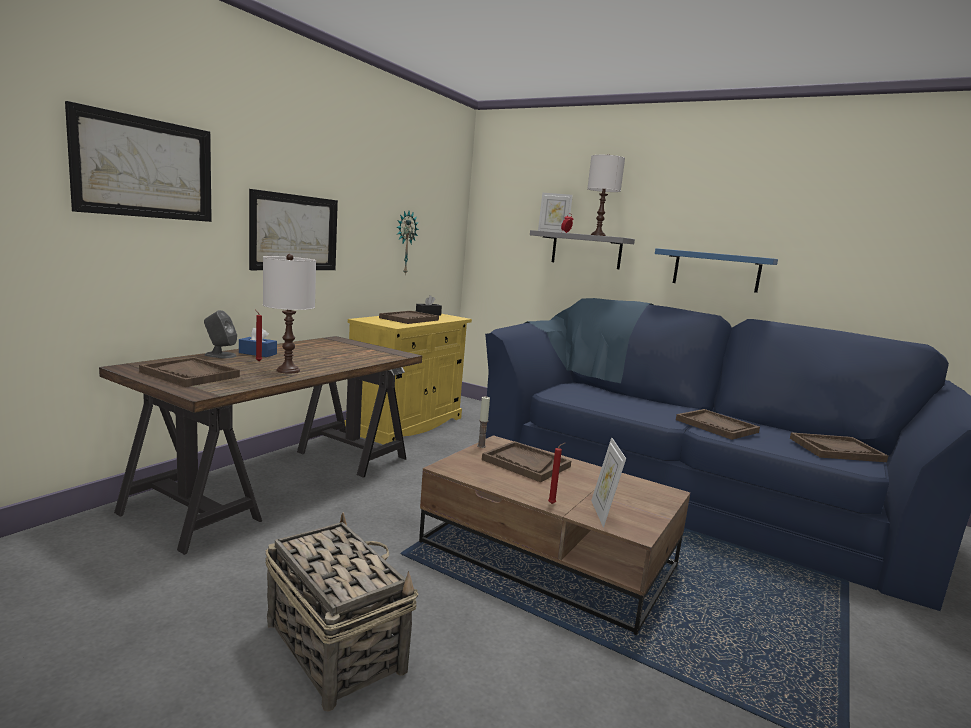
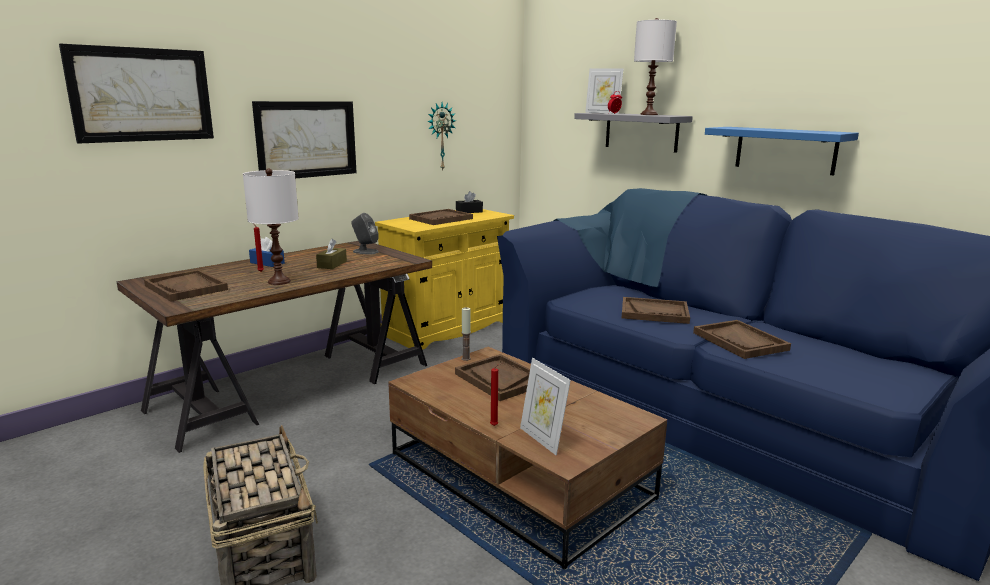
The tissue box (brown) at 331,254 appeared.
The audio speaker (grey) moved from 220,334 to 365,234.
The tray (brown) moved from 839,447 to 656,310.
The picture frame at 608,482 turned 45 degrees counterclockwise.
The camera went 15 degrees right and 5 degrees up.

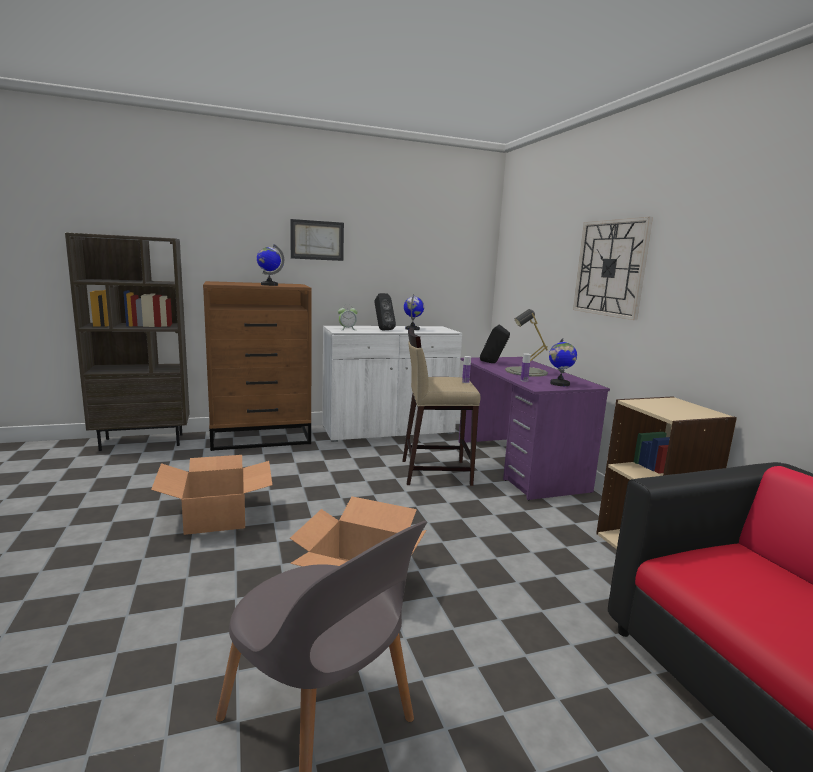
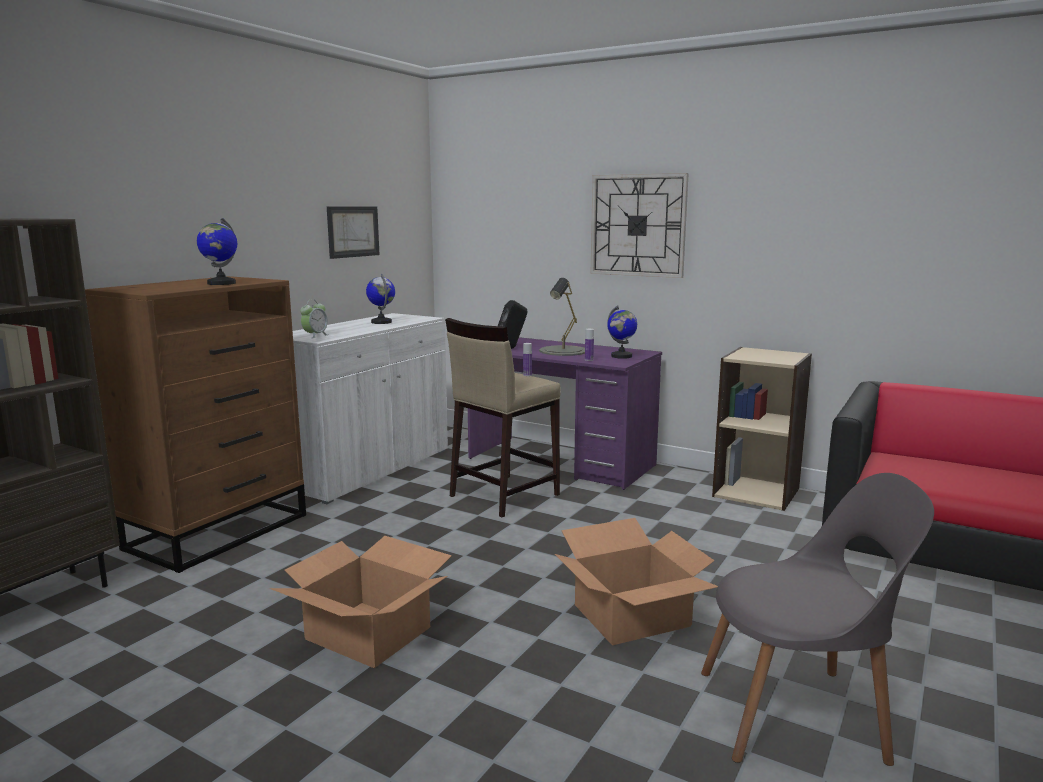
The audio speaker (black-coloured) at 385,312 disappeared.
The picture moved from 317,240 to 353,233.
The camera went 40 degrees left and 0 degrees up.

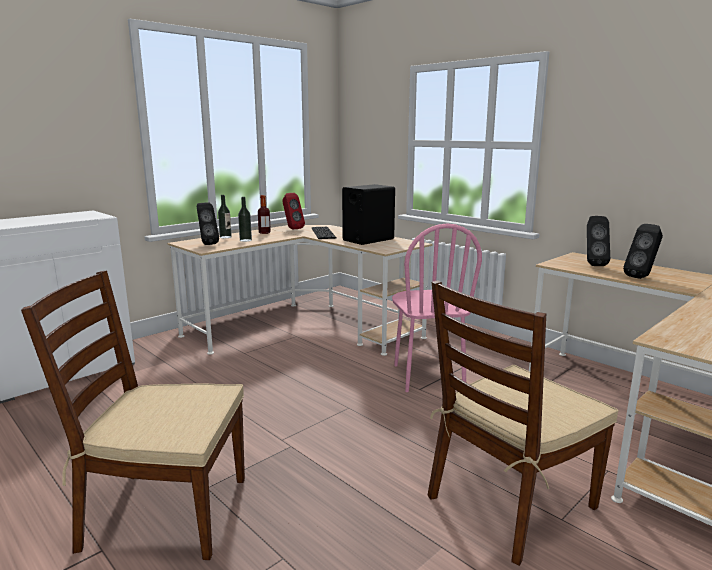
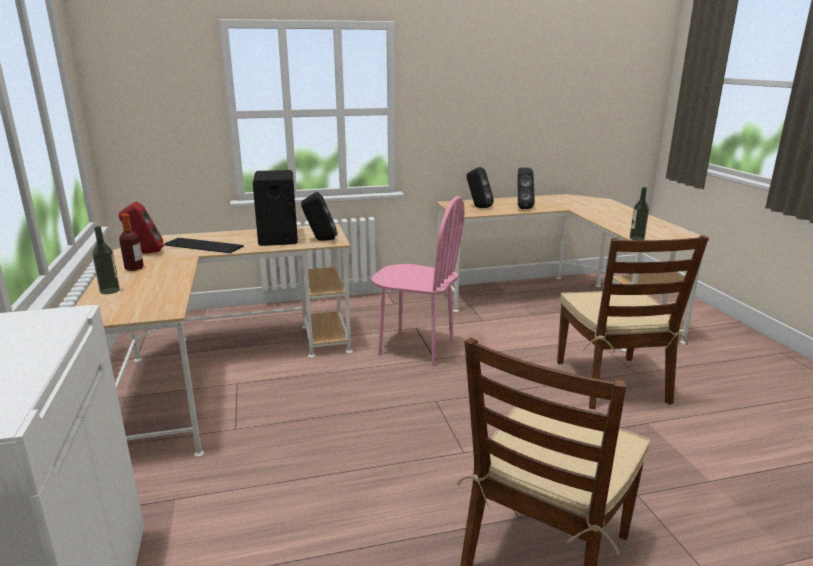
The audio speaker (black-coloured) moved from 208,224 to 319,216.
The beverage bottle moved from 245,219 to 639,213.
The camera went 60 degrees left and 5 degrees up.

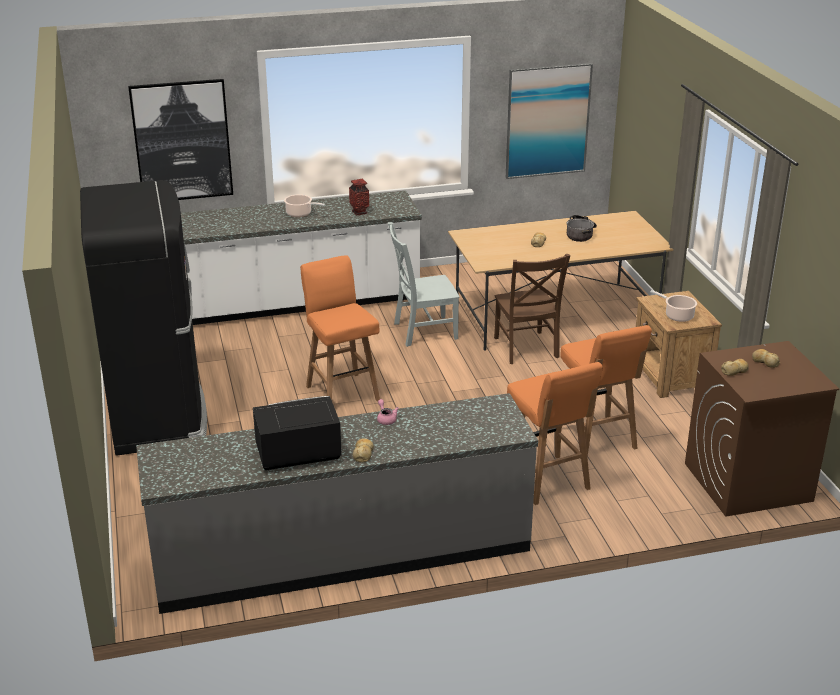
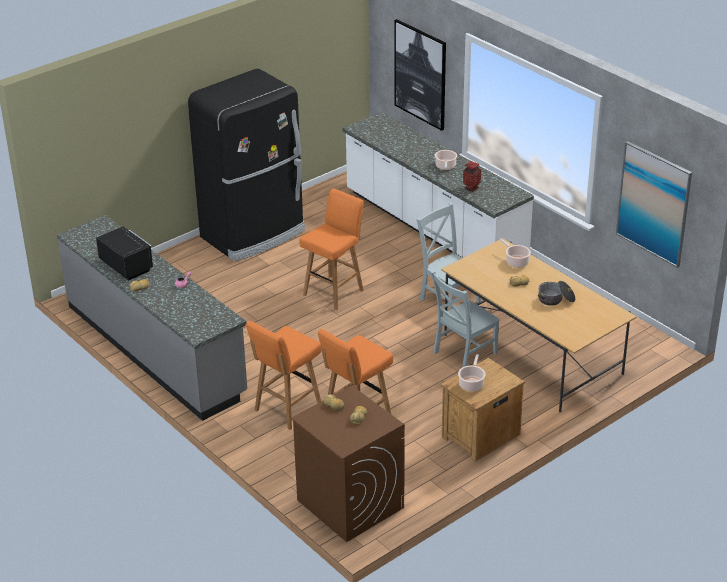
The saucepot at 515,253 appeared.
The plain chair (brown) at 532,309 became the plain chair (grey) at 465,319.
The camera went 65 degrees right and 5 degrees up.

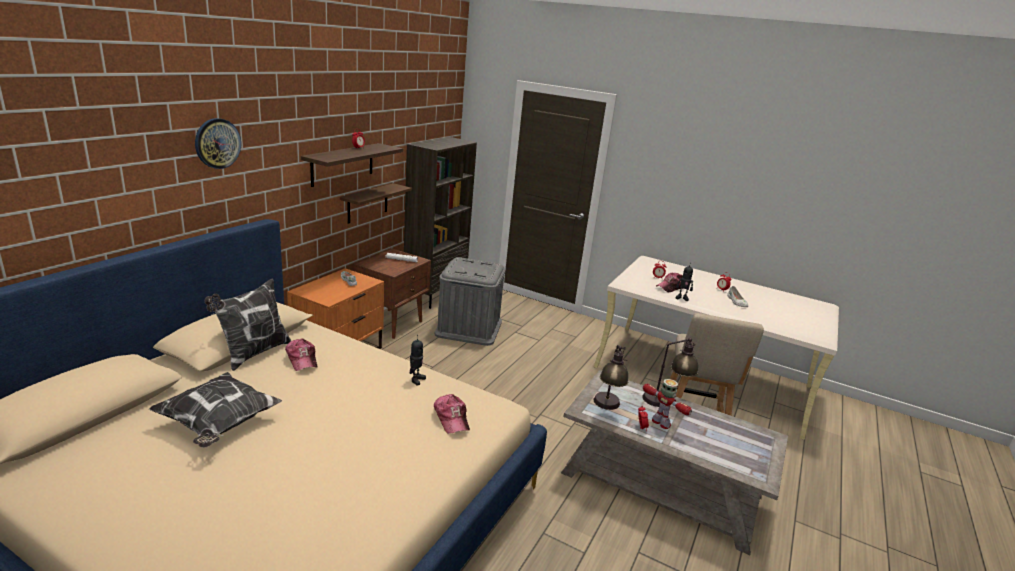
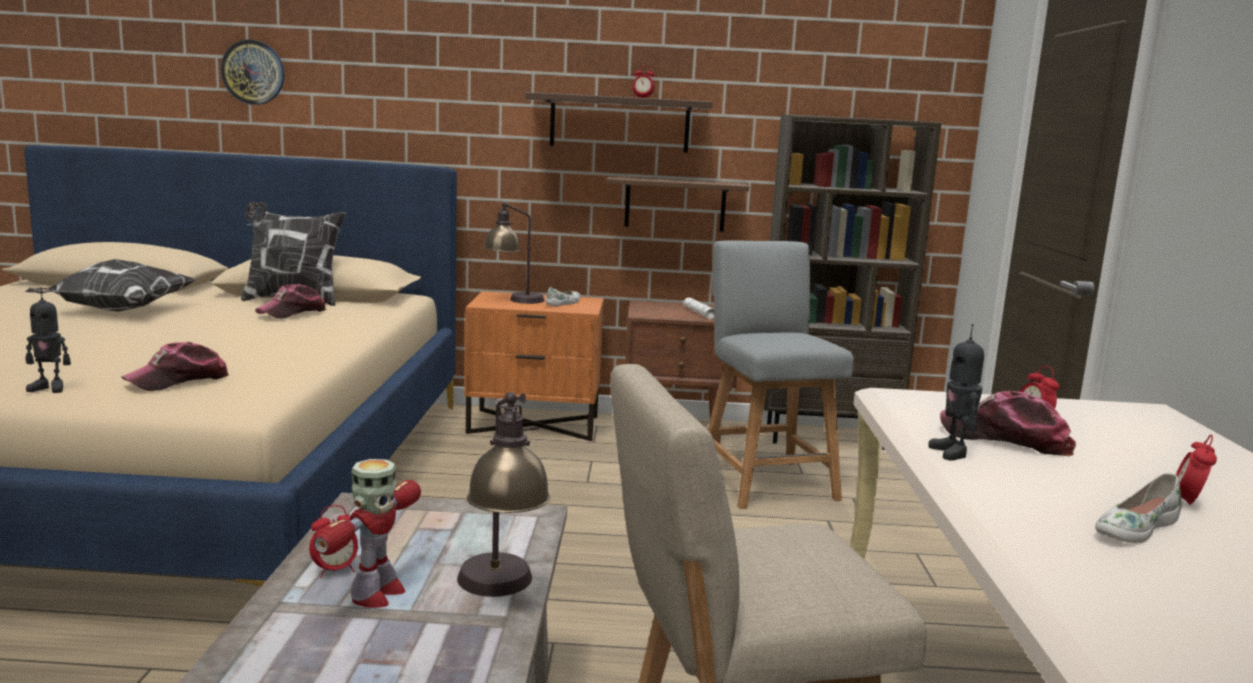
The clock on the wall moved from 218,143 to 252,72.
The robot figure moved from 418,361 to 48,340.
The lamp for a table moved from 611,377 to 514,253.
The storage container (grey) at 470,301 was replaced by the plain chair (grey) at 781,374.
The camera went 65 degrees right and 10 degrees down.

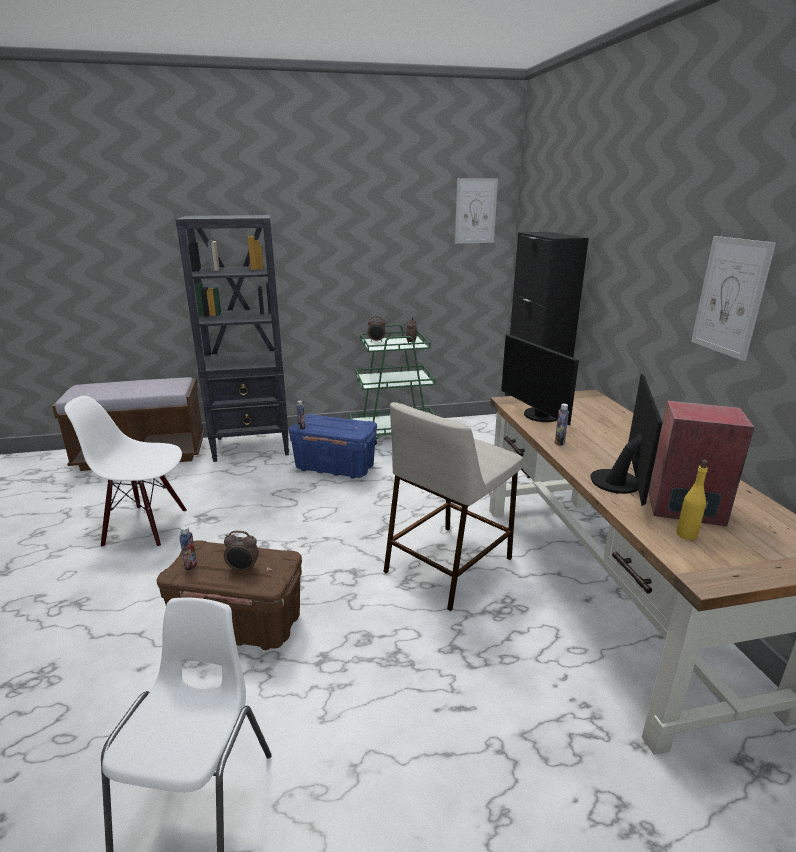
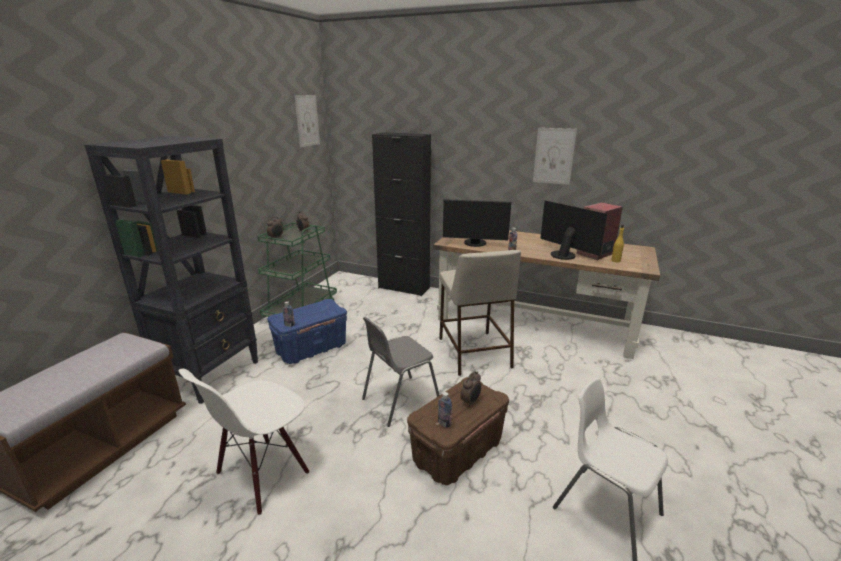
The plain chair (grey) at 400,372 appeared.
The camera went 55 degrees left and 0 degrees up.

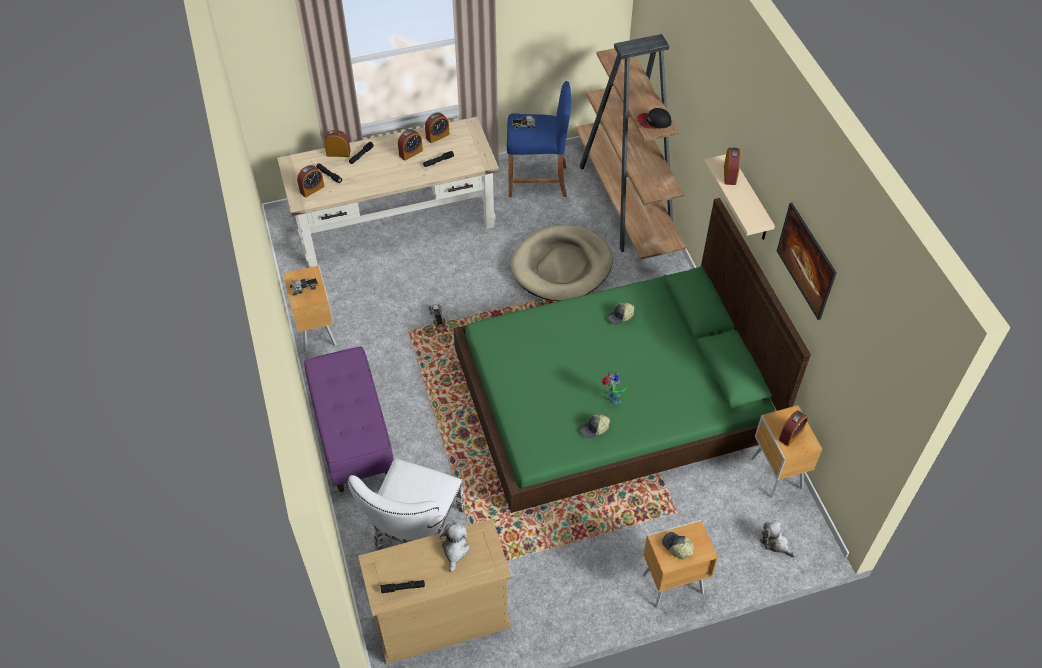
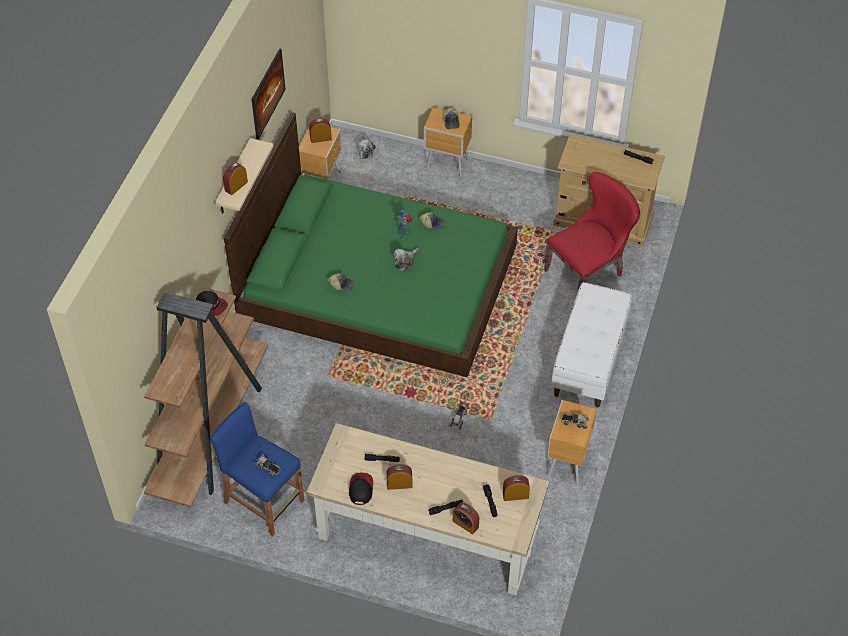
The dog bed (sand-coloured) at 562,263 disappeared.
The cuddly toy moved from 454,547 to 406,259.
The alarm clock at 437,127 was replaced by the peaked cap at 361,489.
The bench (purple) at 349,419 became the bench (white) at 591,344.
The plain chair (white) at 406,504 became the plain chair (red) at 592,231.
The camera went 145 degrees left and 0 degrees up.

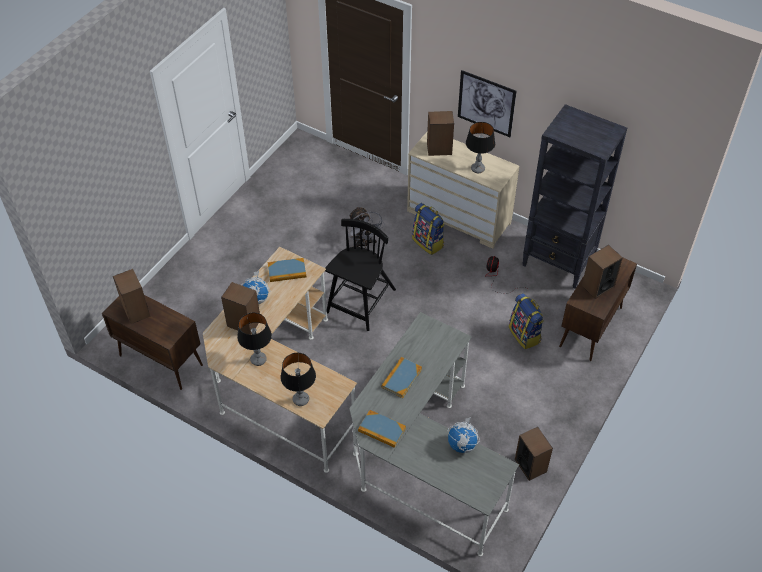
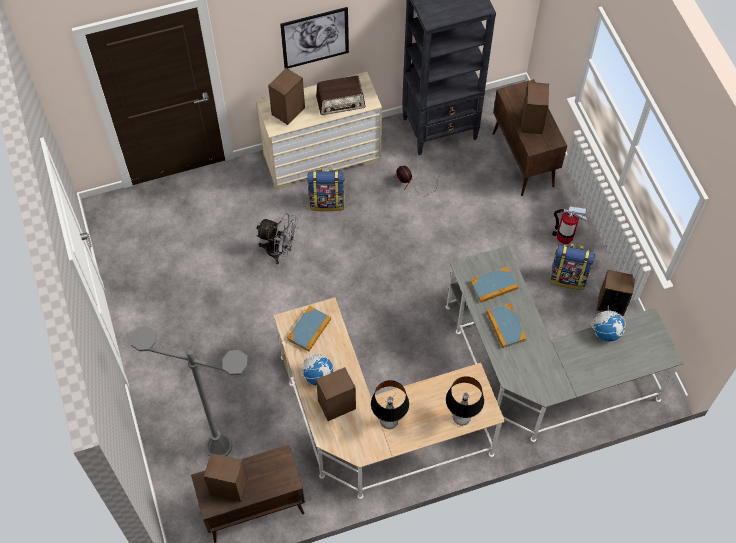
The plain chair (black-coloured) at 360,275 disappeared.
The standing lamp (grey) at 189,391 appeared.
The extinguisher at 569,225 appeared.
The volume moved from 382,429 to 494,285.
The rucksack moved from 526,321 to 572,267.
The lamp for a table at 480,147 was replaced by the radio set at 340,95.
The camera went 50 degrees left and 10 degrees up.

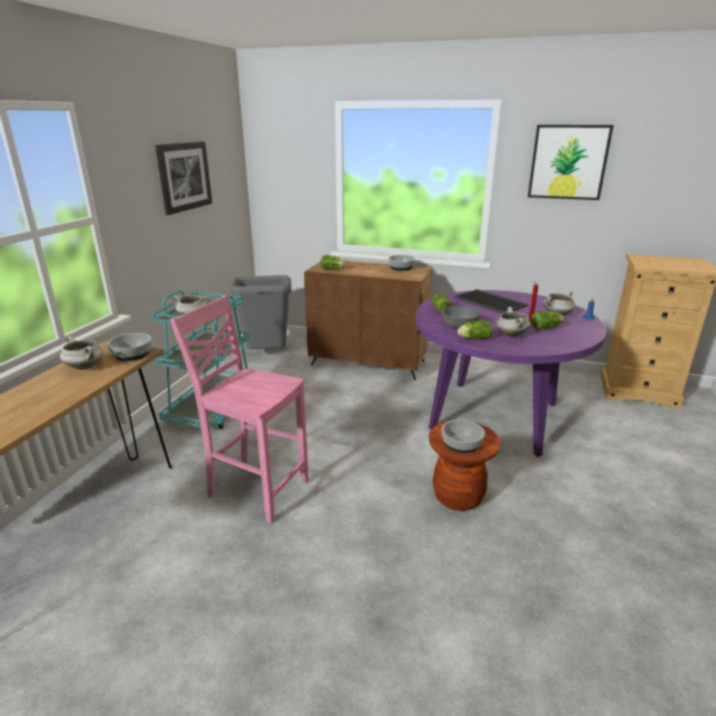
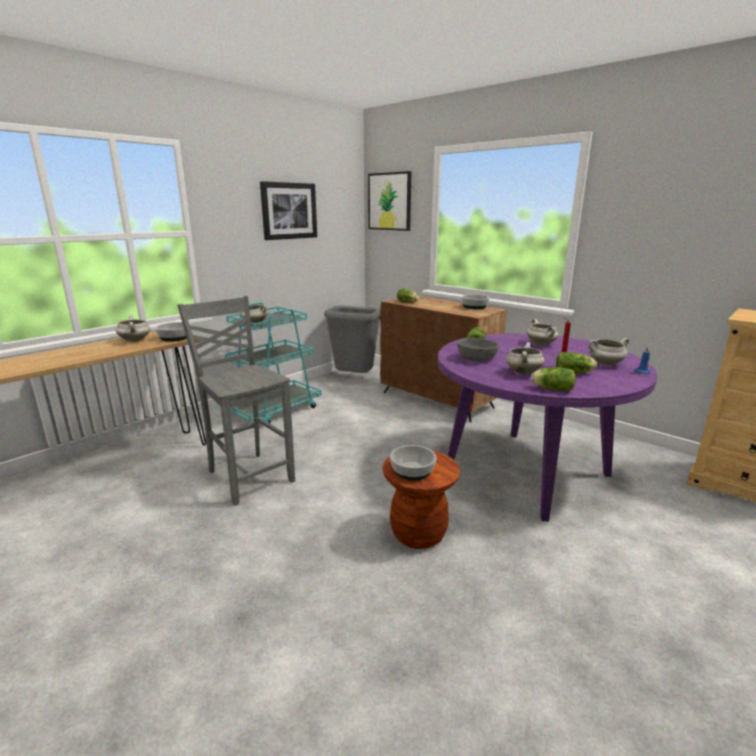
The lettuce head moved from 475,329 to 553,380.
The picture moved from 571,162 to 390,201.
The tray at 491,301 was replaced by the saucepot (white) at 542,332.
The plain chair (pink-coloured) at 239,409 became the plain chair (grey) at 236,401.
The camera went 25 degrees right and 5 degrees down.

